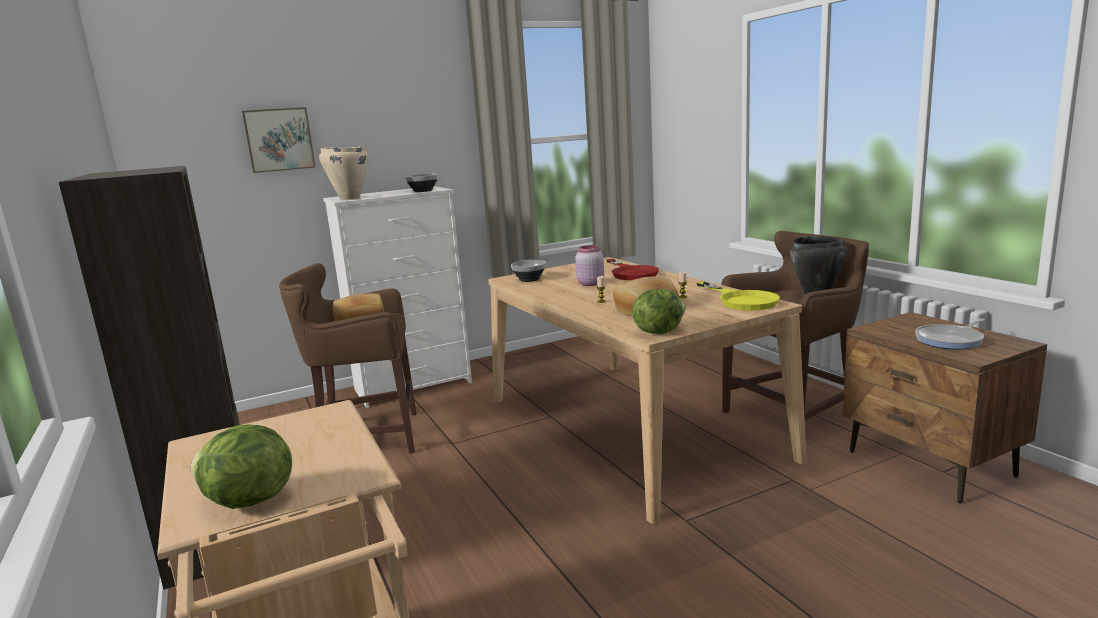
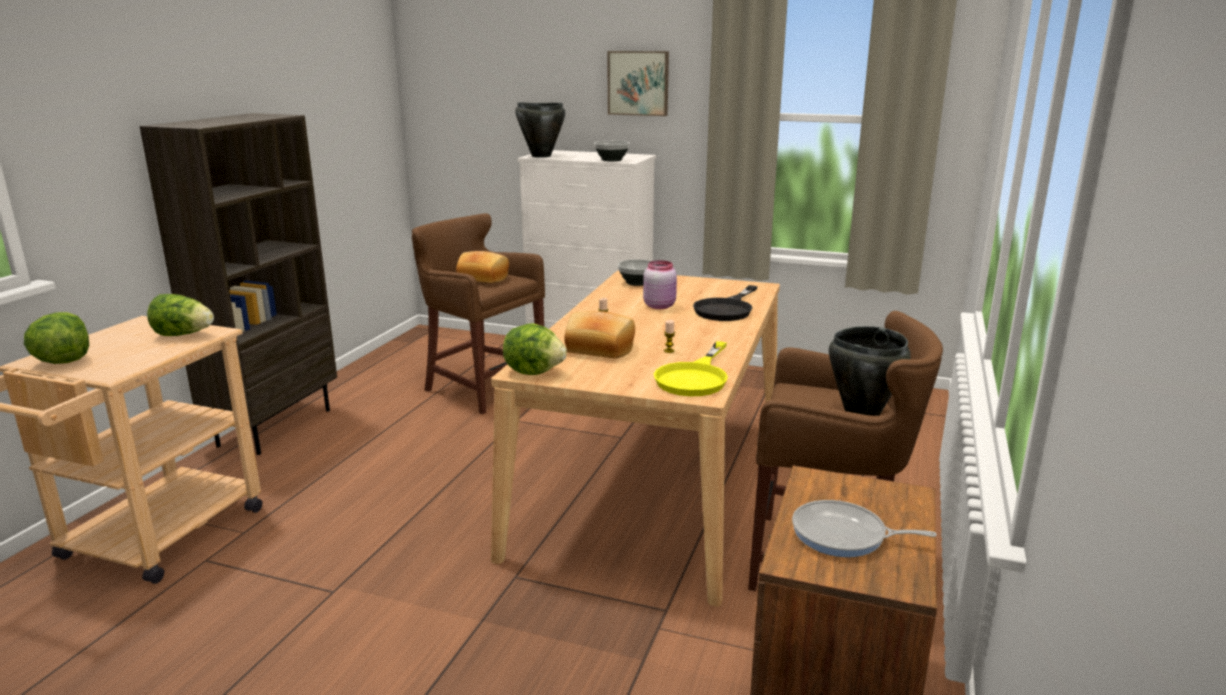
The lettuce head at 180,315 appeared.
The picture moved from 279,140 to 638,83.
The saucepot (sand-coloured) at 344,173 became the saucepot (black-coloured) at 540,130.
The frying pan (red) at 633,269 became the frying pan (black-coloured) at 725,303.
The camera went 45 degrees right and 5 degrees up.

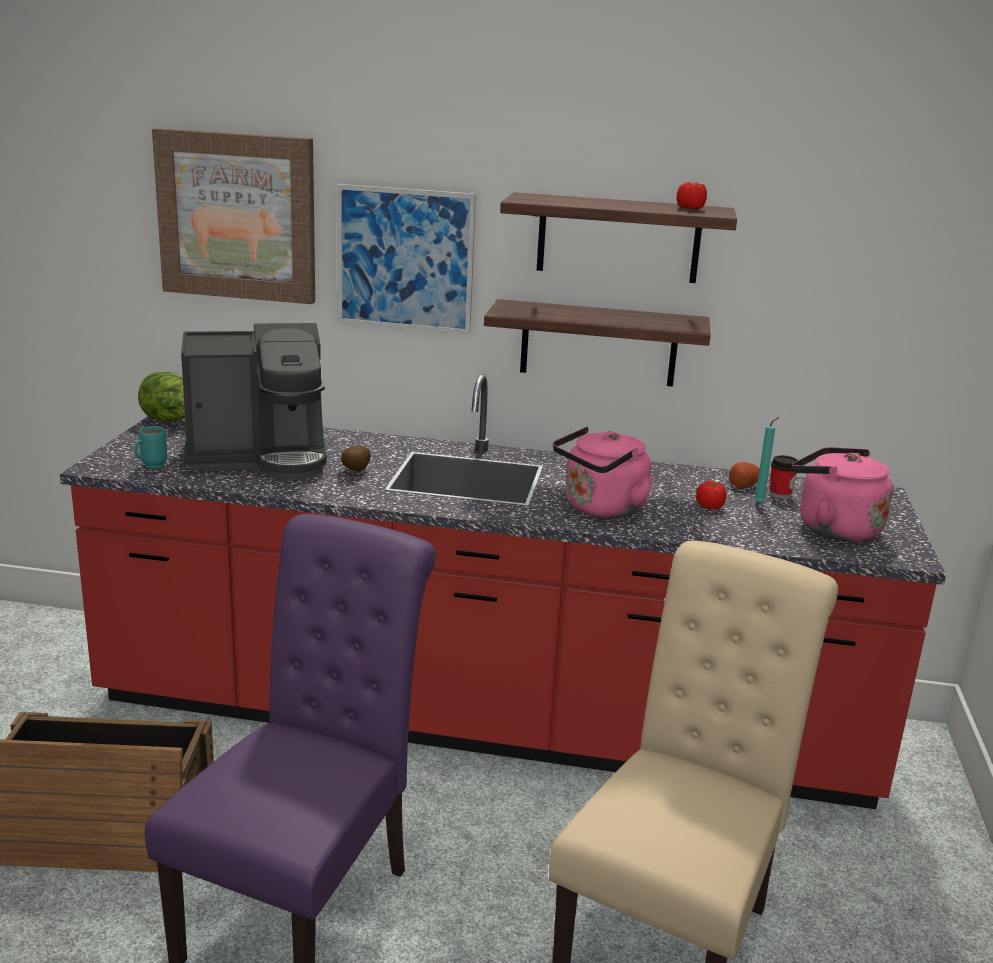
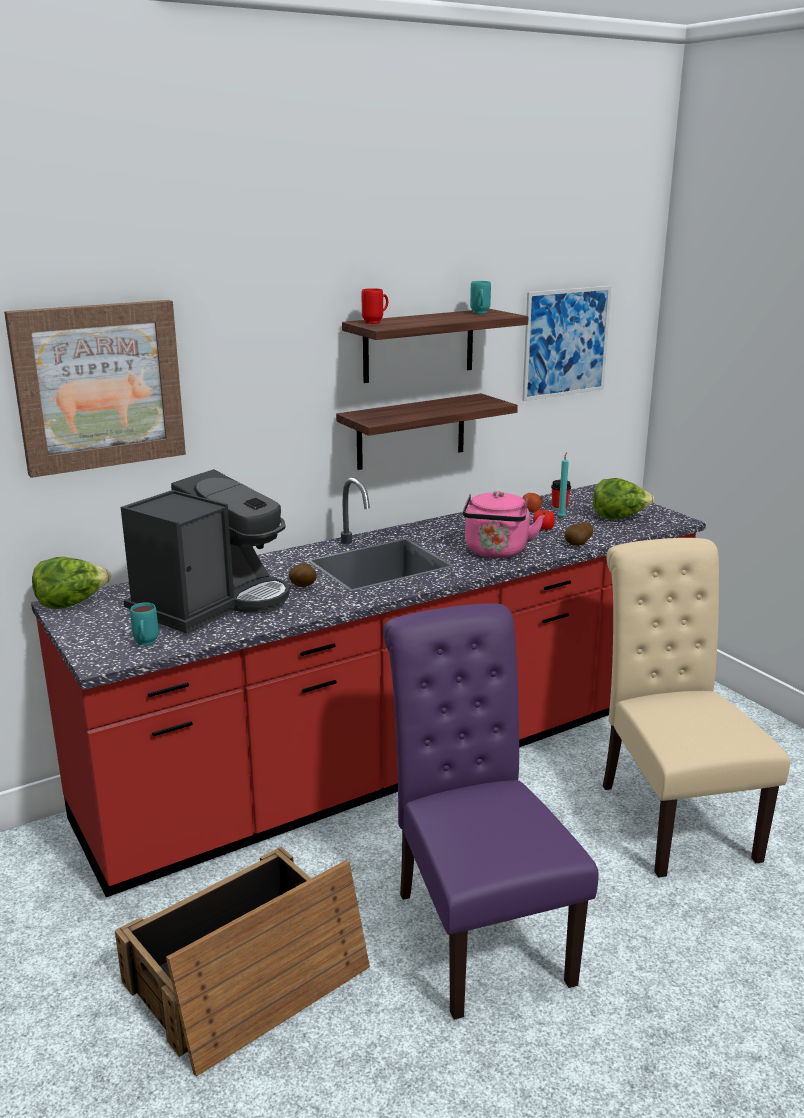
The tea mug (red) at 375,306 appeared.
The potato at 578,534 appeared.
The picture moved from 406,259 to 566,343.
The whole tomato at 692,195 was replaced by the tea mug (blue-green) at 480,297.
The water kettle (pink-coloured) at 842,494 was replaced by the lettuce head at 623,499.
The camera went 40 degrees left and 0 degrees up.

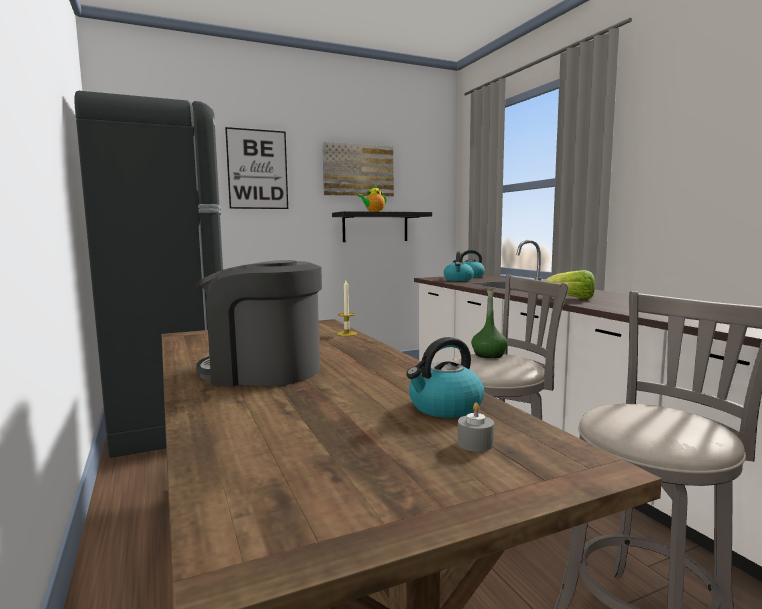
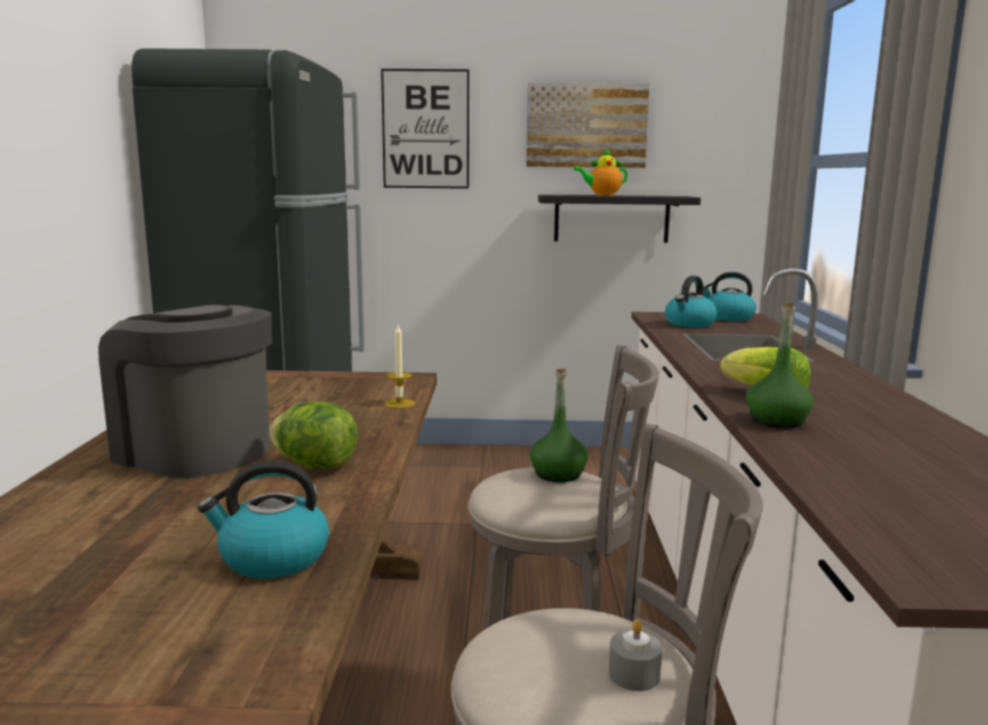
The lettuce head at 313,435 appeared.
The beverage bottle (green-coloured) at 779,365 appeared.
The wax light (grey) moved from 476,427 to 635,655.
The camera went 25 degrees right and 5 degrees up.

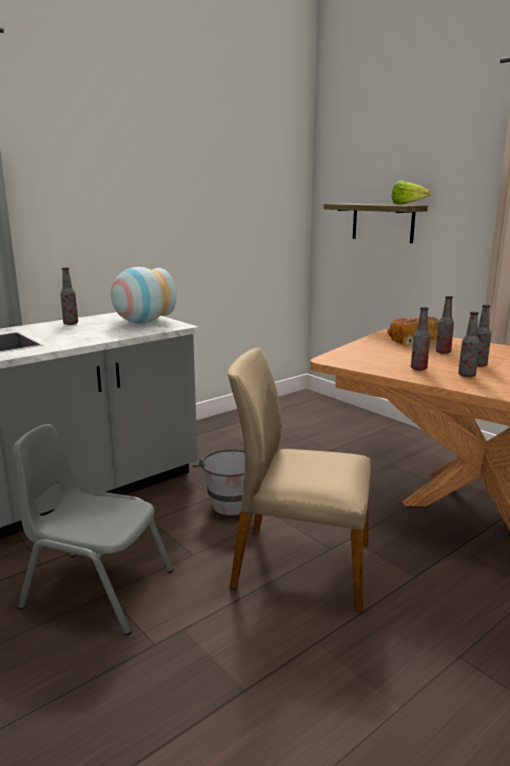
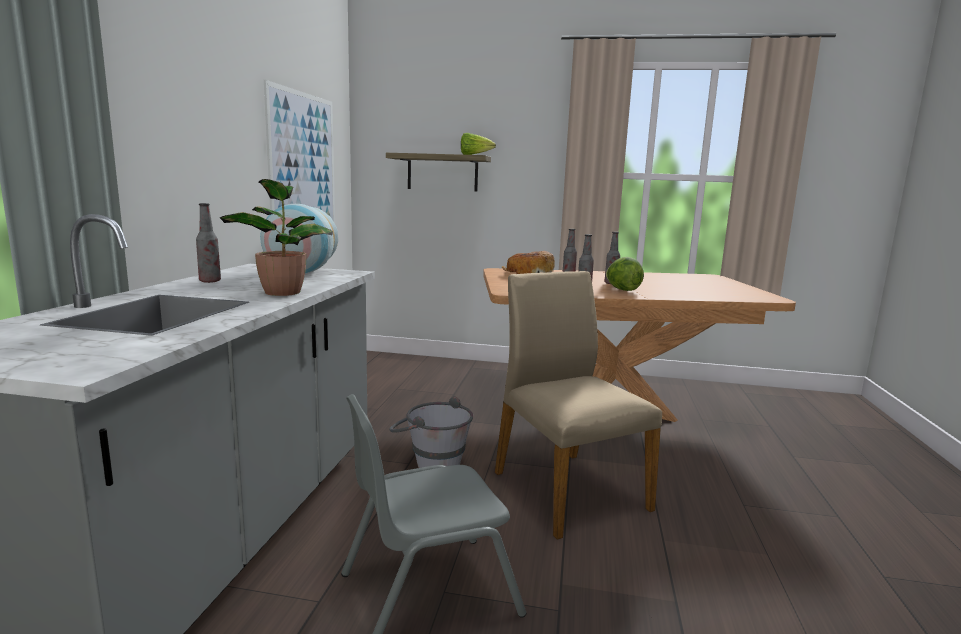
The potted plant at 276,237 appeared.
The picture at 299,151 appeared.
The beverage bottle at 469,344 was replaced by the lettuce head at 625,274.
The plain chair (sand-coloured) at 299,480 turned 90 degrees clockwise.
The camera went 40 degrees left and 5 degrees down.

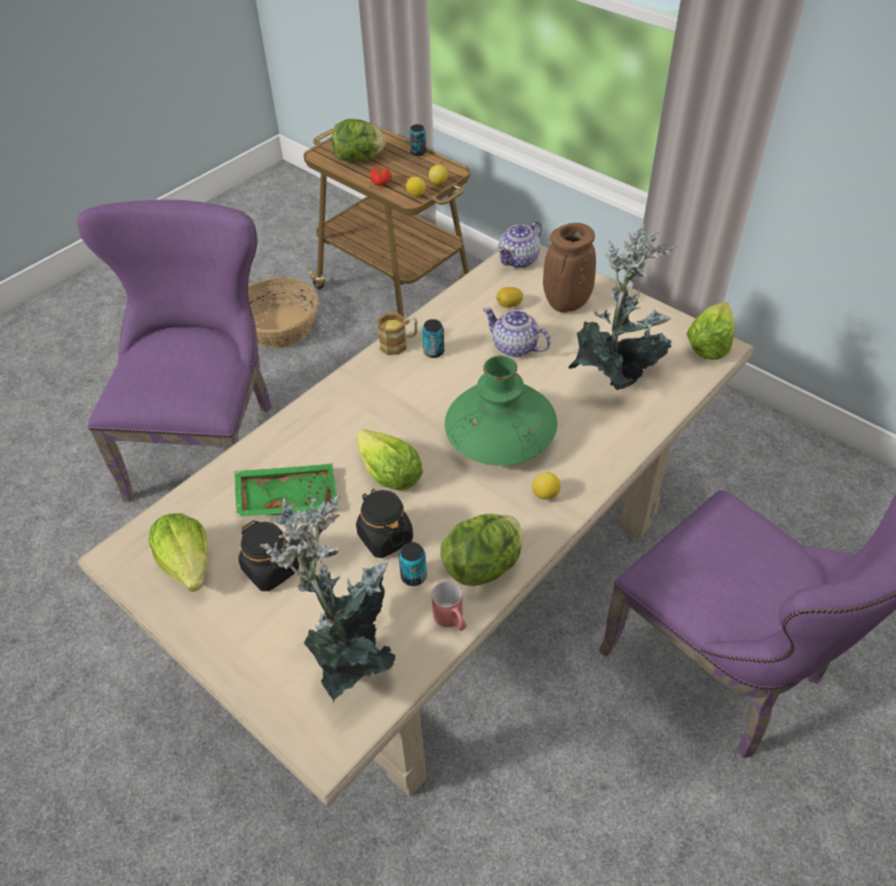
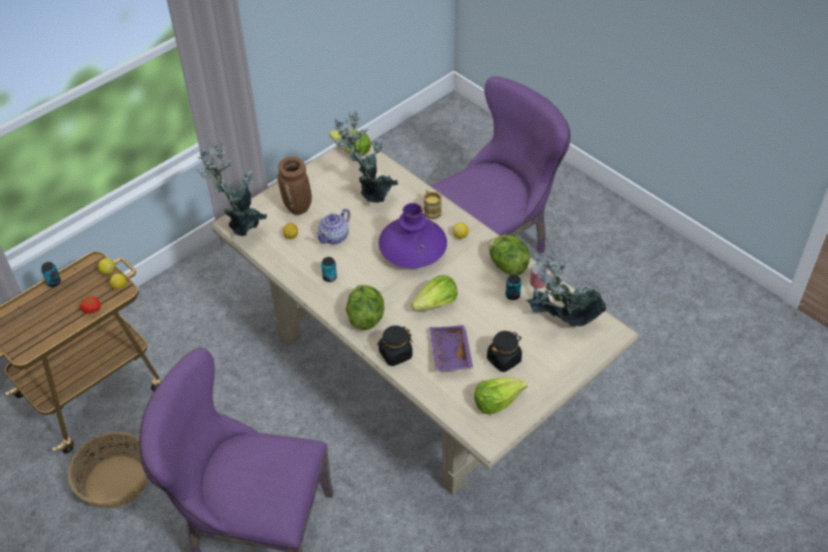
The lettuce head moved from 358,140 to 365,307.
The jar (black-coloured) moved from 384,523 to 395,345.
The tea mug moved from 398,334 to 433,204.
The pot for tea at 519,244 was replaced by the potted plant at 231,188.
The tray (green-coloured) at 286,490 became the tray (purple) at 451,348.
The vase (green-coloured) at 501,410 became the vase (purple) at 413,235.
The camera went 85 degrees left and 0 degrees up.

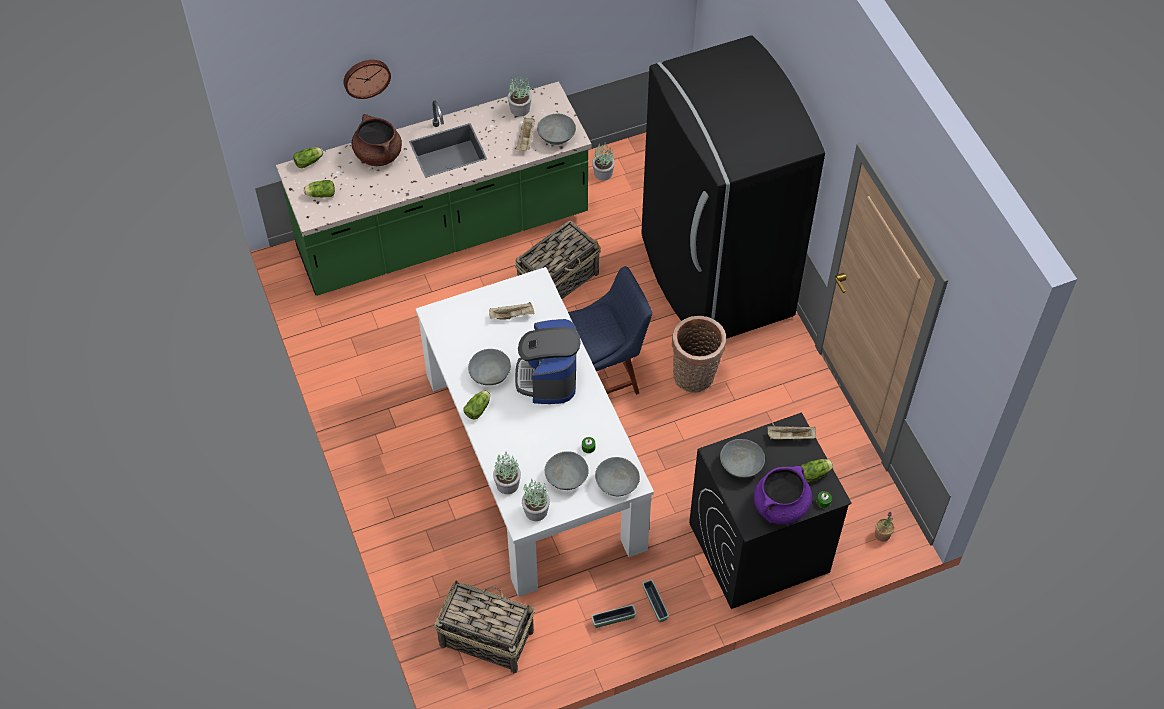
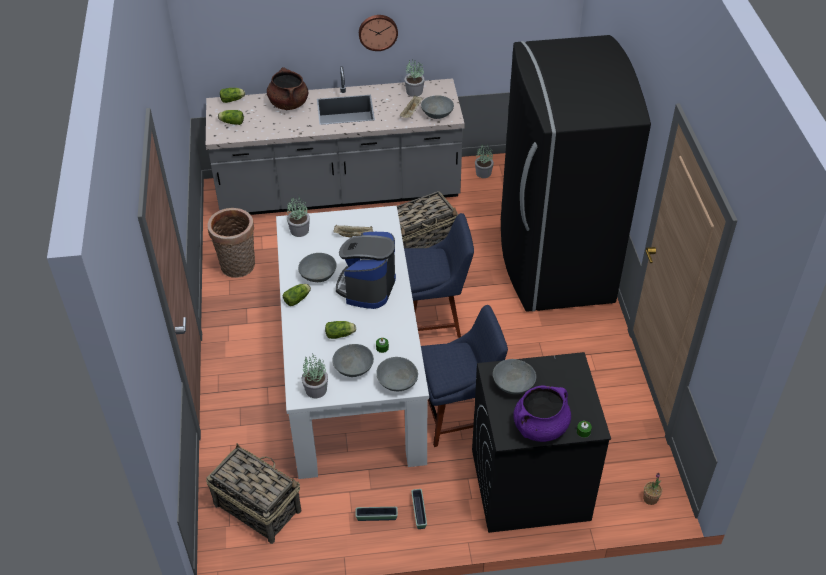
The tray (sand-coloured) at 792,433 disappeared.
The plain chair (blue) at 464,376 appeared.
The clock on the wall moved from 367,79 to 378,33.
The potted plant moved from 507,473 to 298,217.
The storage basket moved from 699,354 to 231,243.
The lettuce head moved from 817,470 to 340,330.
The kitchen counter (green-coloured) at 434,188 became the kitchen counter (grey) at 335,140.
The camera went 15 degrees right and 10 degrees down.

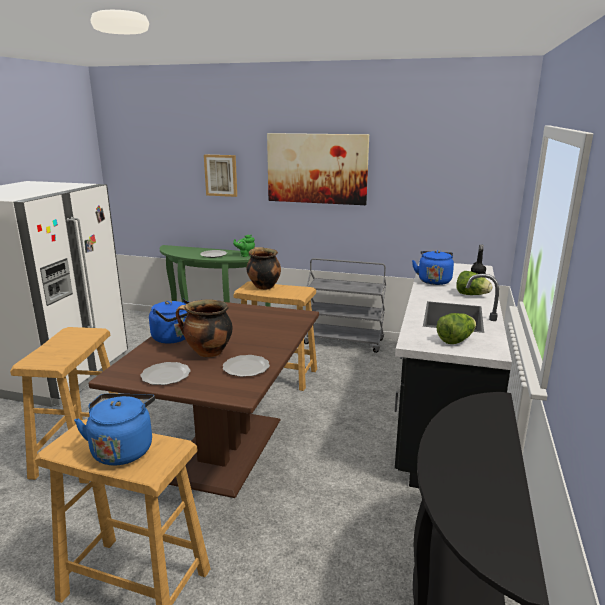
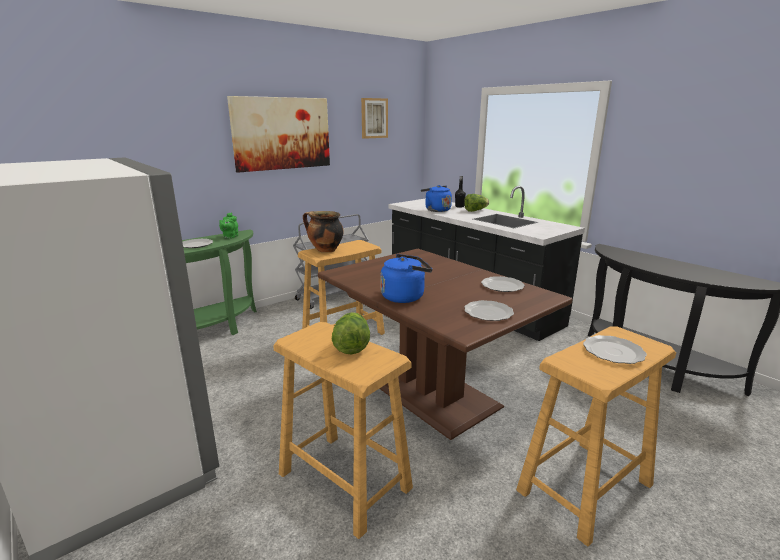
The saucepot at 204,328 disappeared.
The picture moved from 220,176 to 374,118.
The lettuce head moved from 456,328 to 351,333.
The water kettle (blue) at 114,430 was replaced by the plate at 615,349.
The camera went 55 degrees left and 0 degrees up.

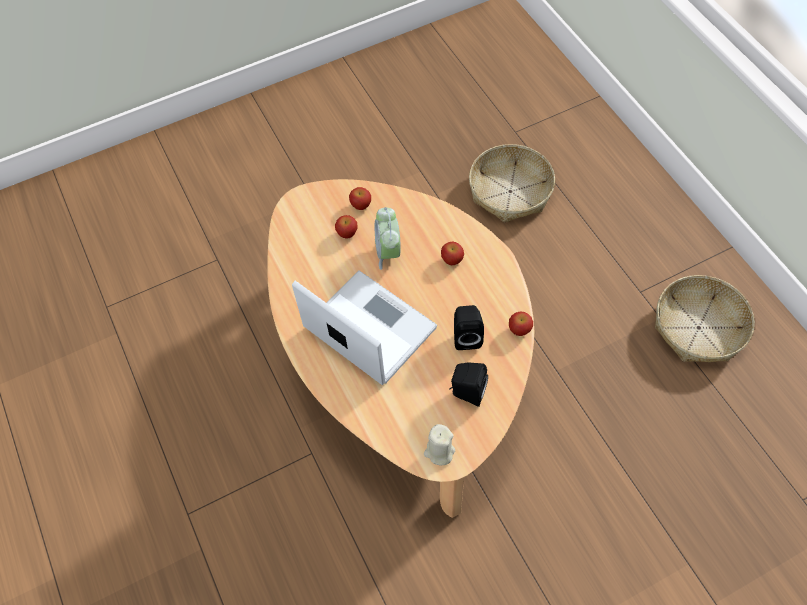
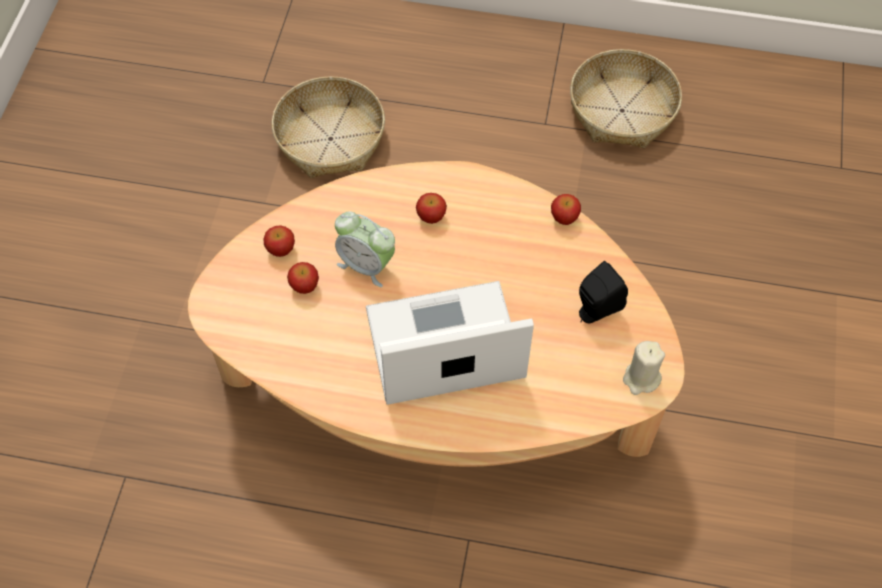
The audio speaker (black-coloured) at 469,327 disappeared.
The camera went 55 degrees left and 0 degrees up.

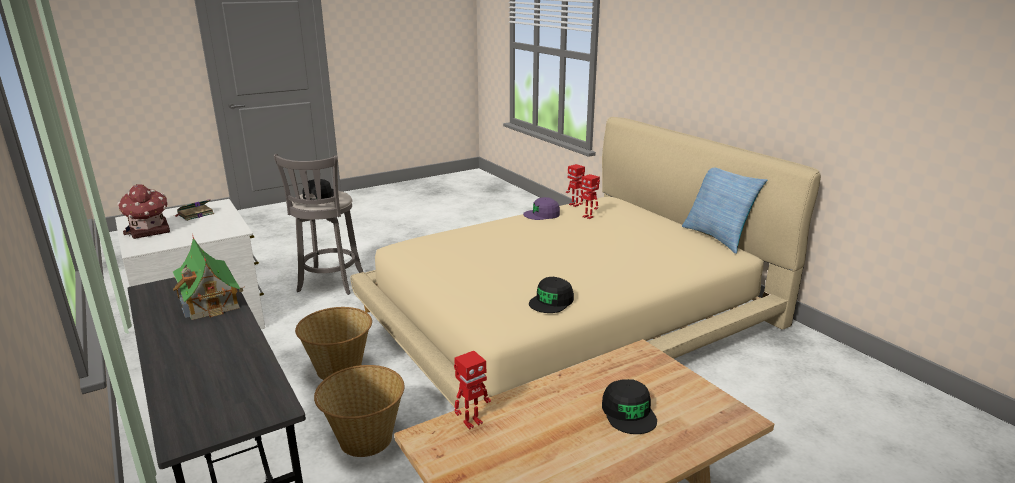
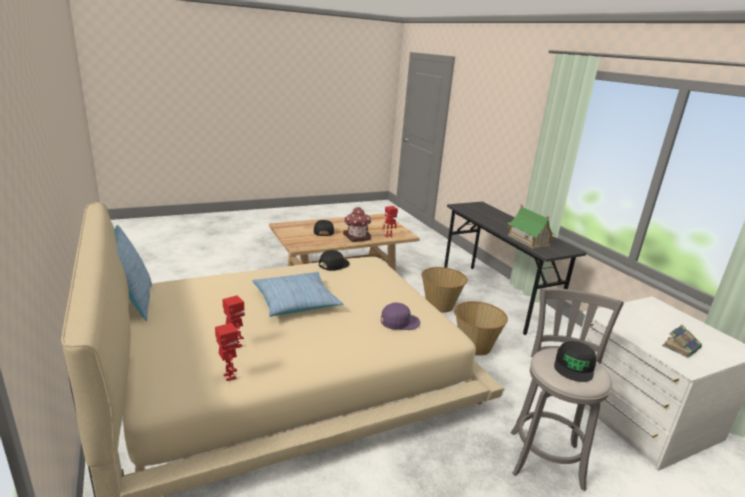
The pillow at 297,294 appeared.
The miniature house moved from 143,211 to 357,224.
The peaked cap (purple) moved from 541,208 to 400,316.
The camera went 175 degrees left and 0 degrees up.

